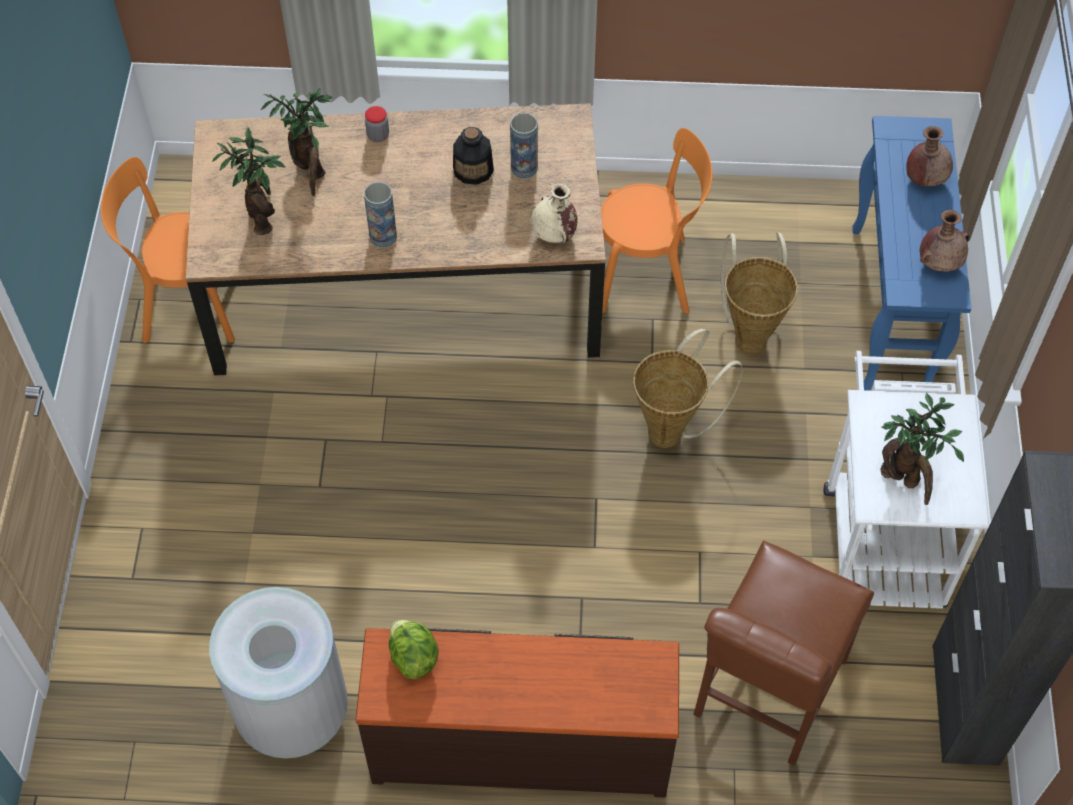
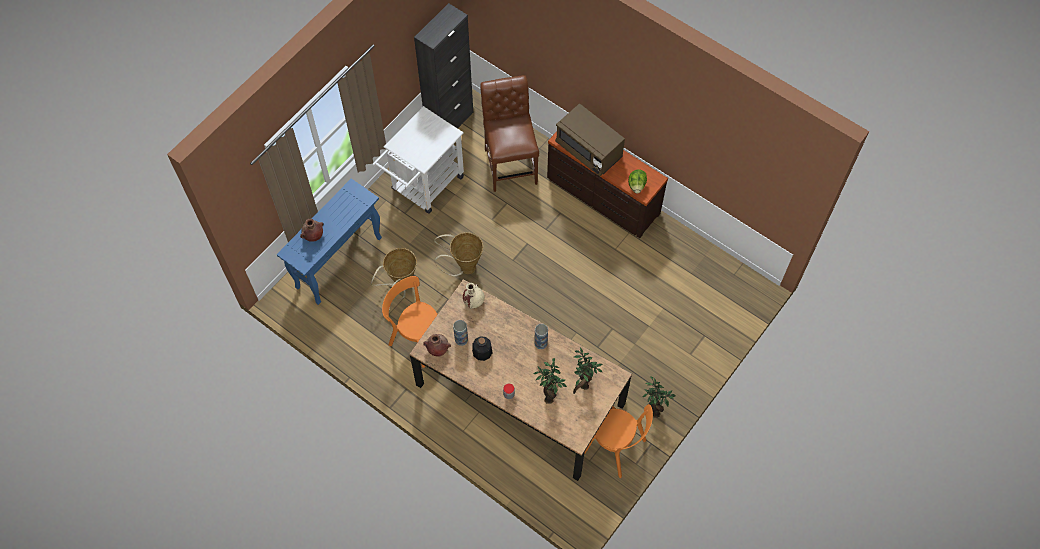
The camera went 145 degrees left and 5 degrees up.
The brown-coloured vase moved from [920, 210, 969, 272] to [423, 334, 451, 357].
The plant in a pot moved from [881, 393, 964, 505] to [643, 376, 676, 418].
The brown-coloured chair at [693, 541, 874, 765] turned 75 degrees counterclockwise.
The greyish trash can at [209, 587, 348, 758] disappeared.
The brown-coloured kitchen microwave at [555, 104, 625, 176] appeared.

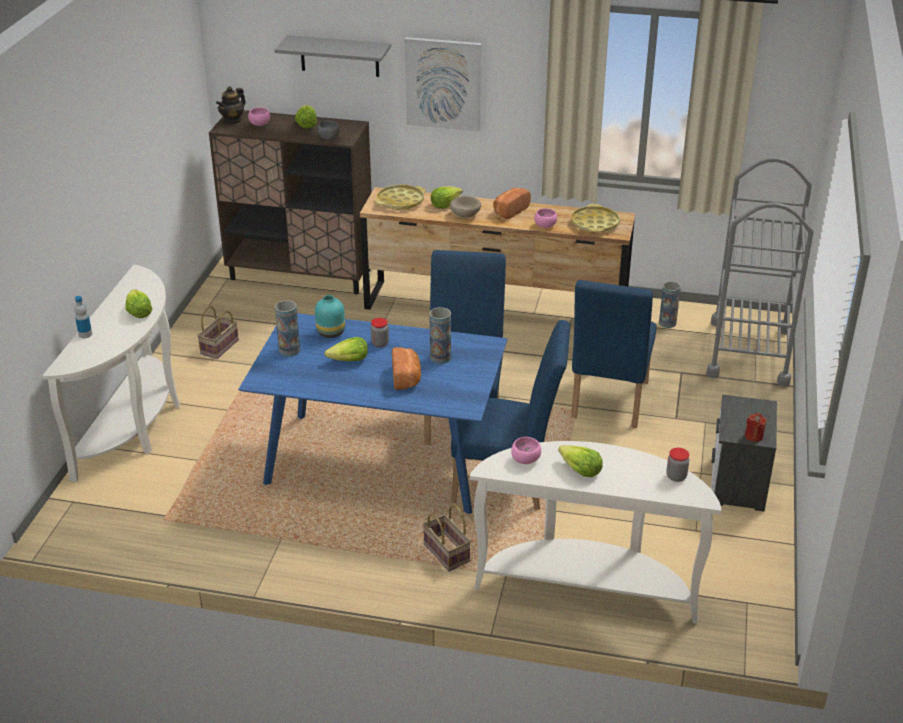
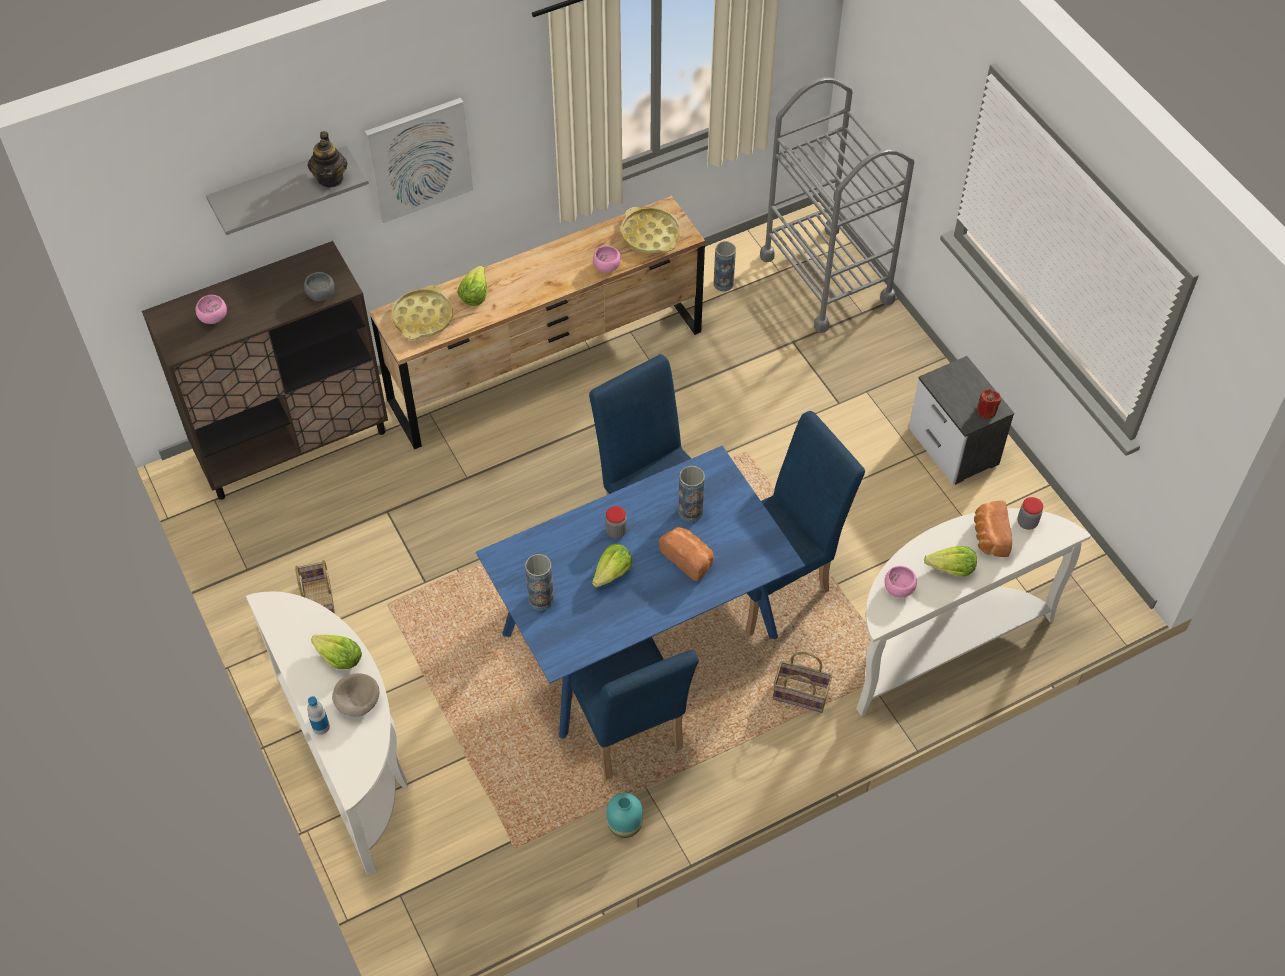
The camera went 40 degrees left and 20 degrees up.
The pot for tea moved from [216, 86, 246, 124] to [308, 131, 348, 187].
The lettuce at [295, 105, 317, 129] disappeared.
The baked bread moved from [493, 188, 531, 219] to [974, 500, 1012, 557].
The sand-coloured deep dish moved from [450, 196, 481, 218] to [332, 673, 379, 717].
The blue chair moved from [571, 280, 657, 428] to [571, 637, 699, 780].
The blue-green vase moved from [315, 295, 345, 338] to [607, 793, 643, 838].

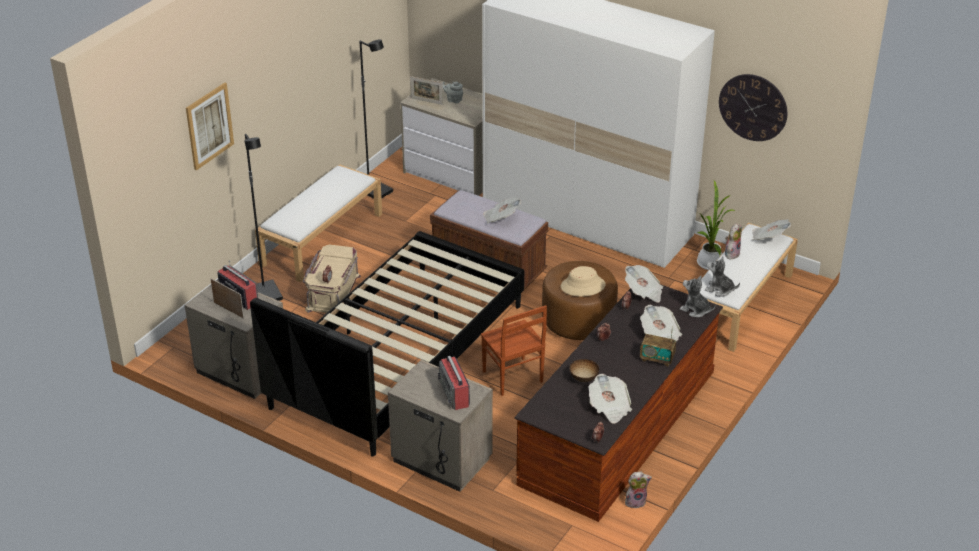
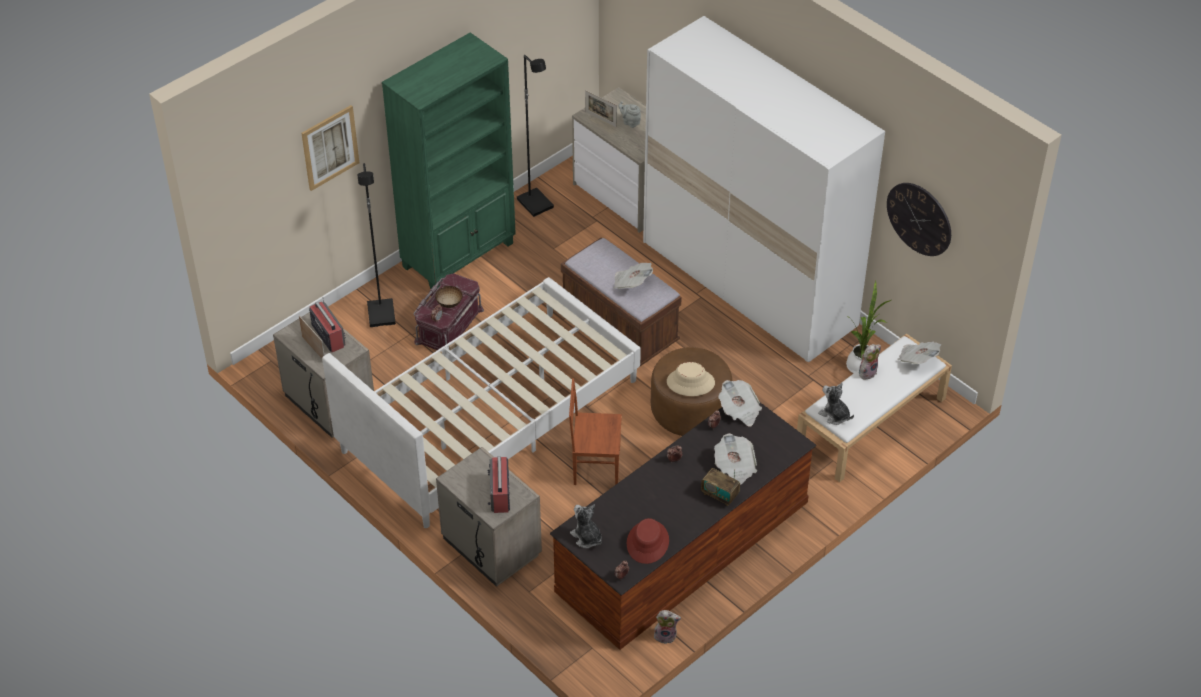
The camera went 15 degrees right and 10 degrees up.
The white-coloured bench at [255, 165, 382, 283] was replaced by the greenish bookshelf at [382, 33, 516, 289].
The black-coloured bed at [250, 231, 524, 456] became the white-coloured bed at [322, 277, 641, 528].
The sand-coloured storage box at [303, 245, 361, 313] became the red storage box at [414, 273, 484, 350].
The cuddly toy moved from [680, 276, 716, 318] to [570, 504, 602, 548].
The brown-coloured chair at [481, 305, 547, 396] turned 105 degrees clockwise.
The deep dish moved from [570, 359, 599, 382] to [435, 286, 463, 308].
The printed paper at [588, 374, 632, 424] was replaced by the red clothing hat at [627, 518, 669, 564].

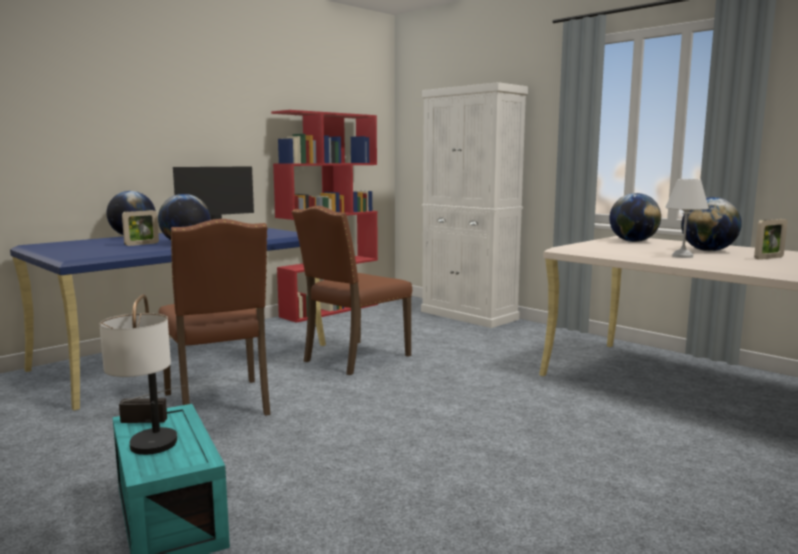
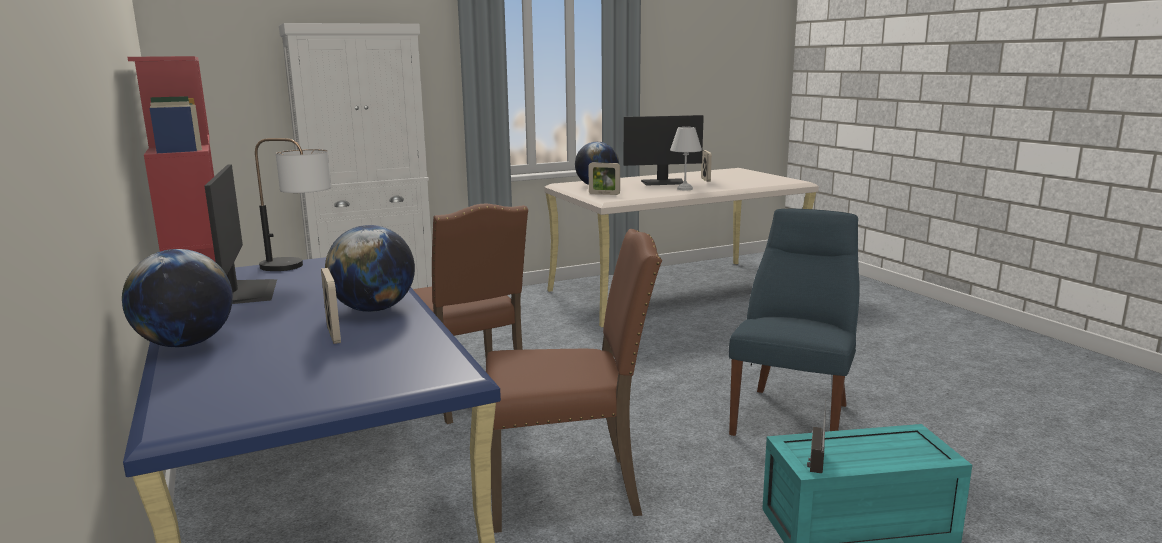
The camera went 70 degrees left and 5 degrees up.
The desk globe at [681, 197, 742, 251] was replaced by the computer screen at [624, 115, 704, 186].
The lamp for a table moved from [99, 294, 177, 455] to [255, 138, 331, 271].
The photo frame at [589, 162, 620, 195] appeared.
The blue chair at [729, 209, 860, 436] appeared.

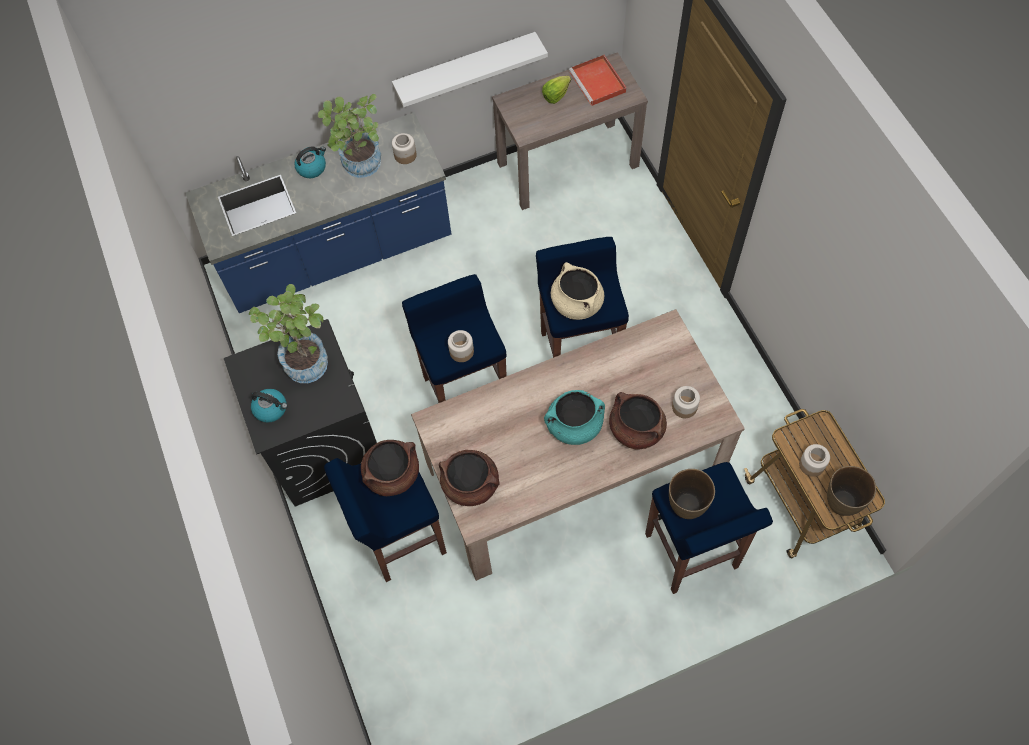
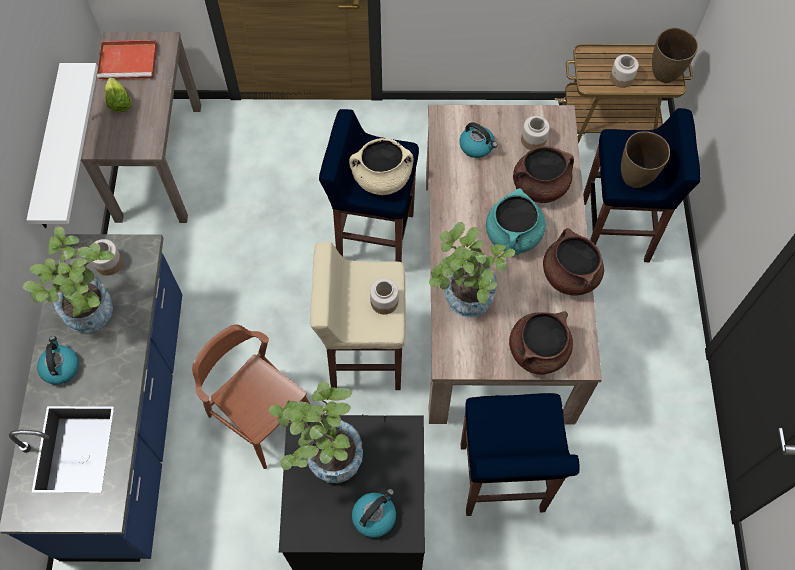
The camera went 70 degrees left and 0 degrees up.
The blue stool seat at [402, 274, 507, 403] became the sand-coloured stool seat at [310, 242, 406, 390].
The brown-coloured saucepot moved from [361, 440, 419, 496] to [543, 228, 604, 295].
The tea kettle at [460, 122, 498, 158] appeared.
The plant in a pot at [429, 222, 515, 317] appeared.
The brown-coloured chair at [192, 325, 310, 469] appeared.

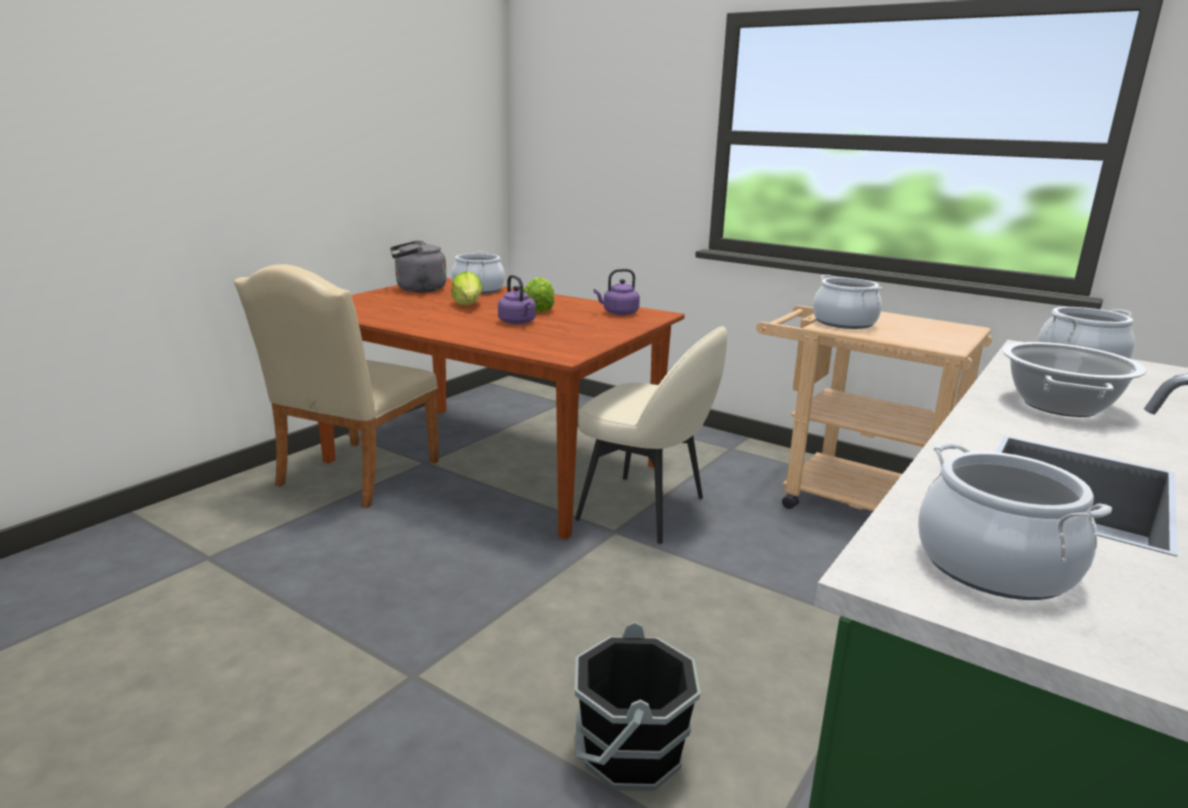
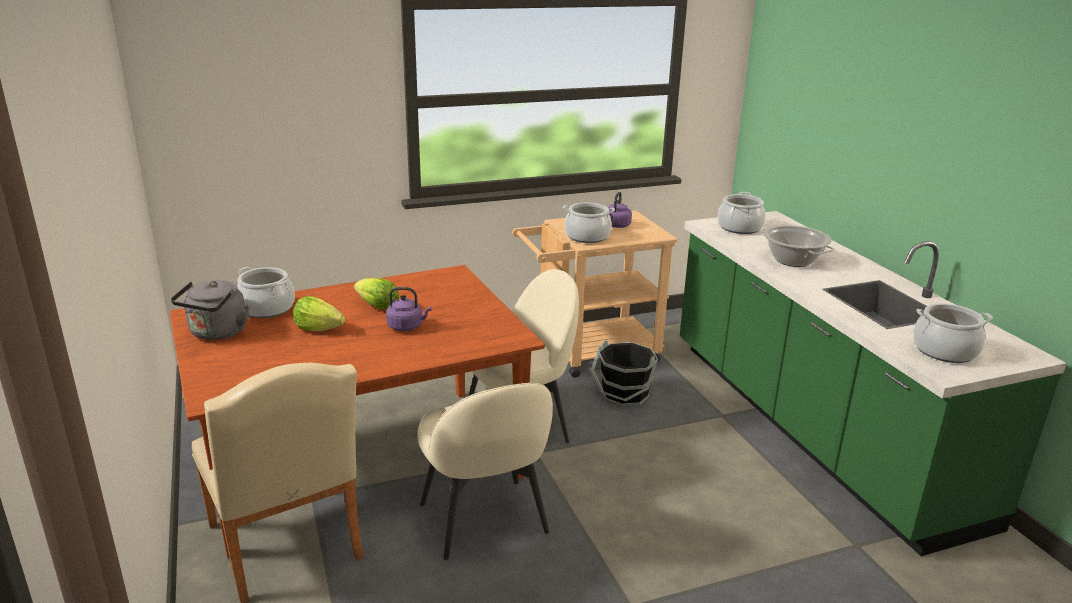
The camera went 55 degrees left and 5 degrees up.
The purple tea kettle moved from [594, 269, 640, 315] to [608, 192, 632, 228].
The black-coloured water bucket moved from [575, 621, 701, 791] to [591, 340, 658, 407].
The sand-coloured chair at [418, 383, 553, 560] appeared.

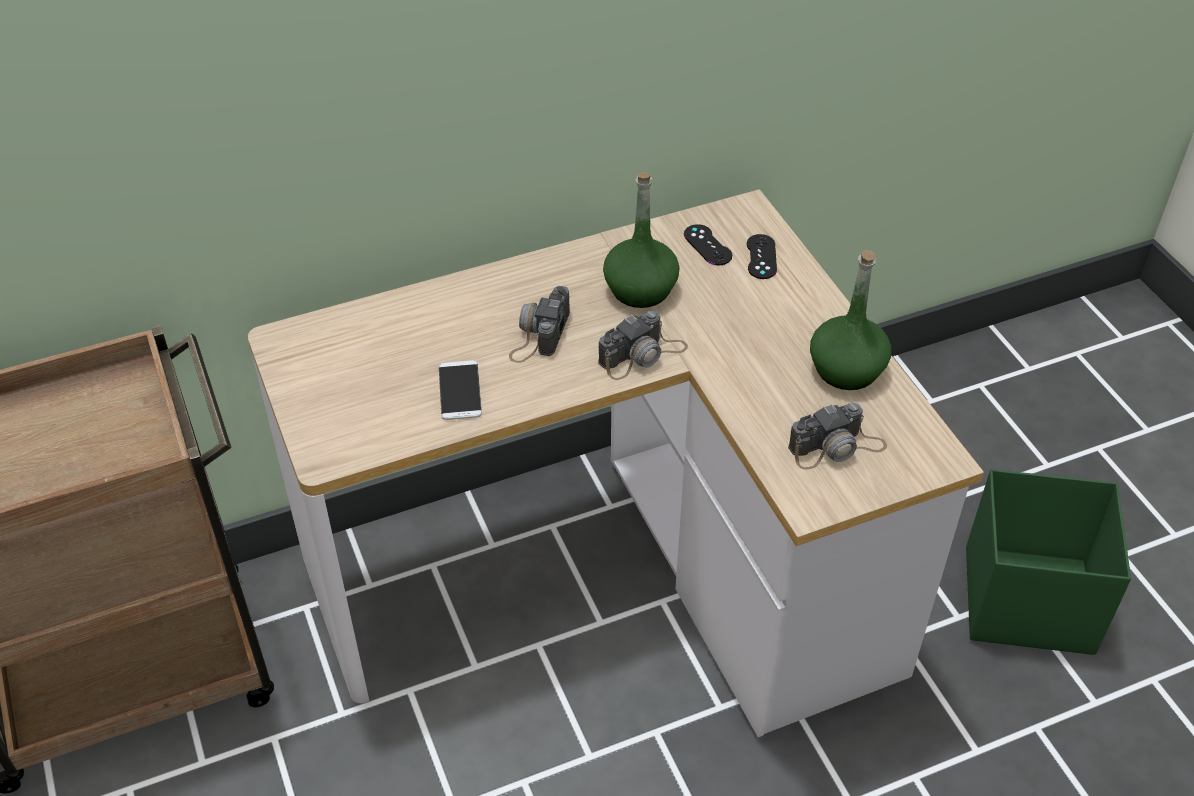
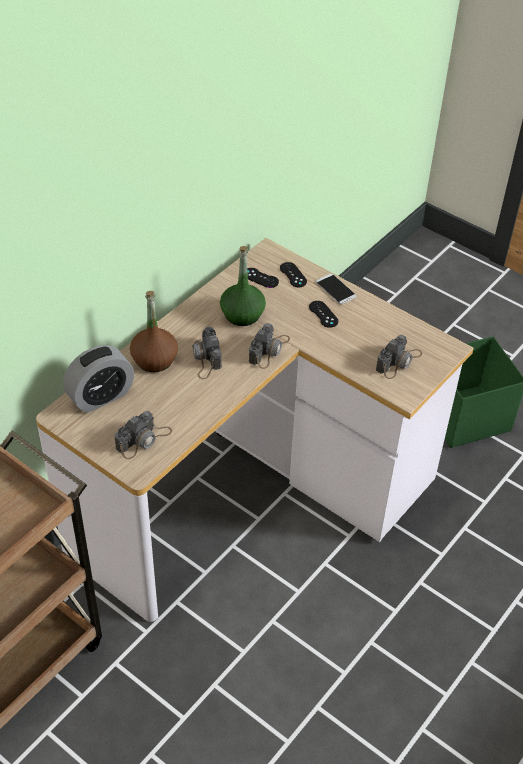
The camera went 30 degrees left and 0 degrees up.
The greenish beverage bottle at [810, 250, 891, 390] disappeared.
The handset moved from [439, 360, 482, 420] to [316, 274, 357, 305].
The brown-coloured beverage bottle at [130, 291, 178, 372] appeared.
The black-coloured game controller at [309, 301, 338, 328] appeared.
The bedside clock at [63, 345, 134, 412] appeared.
The still camera at [115, 411, 172, 459] appeared.

